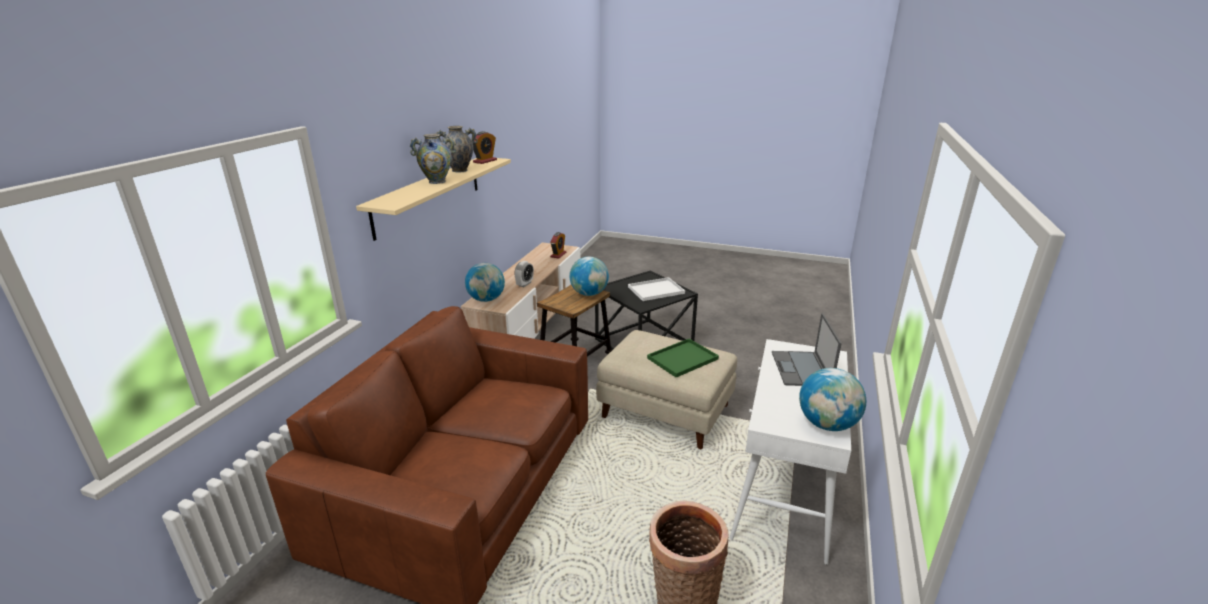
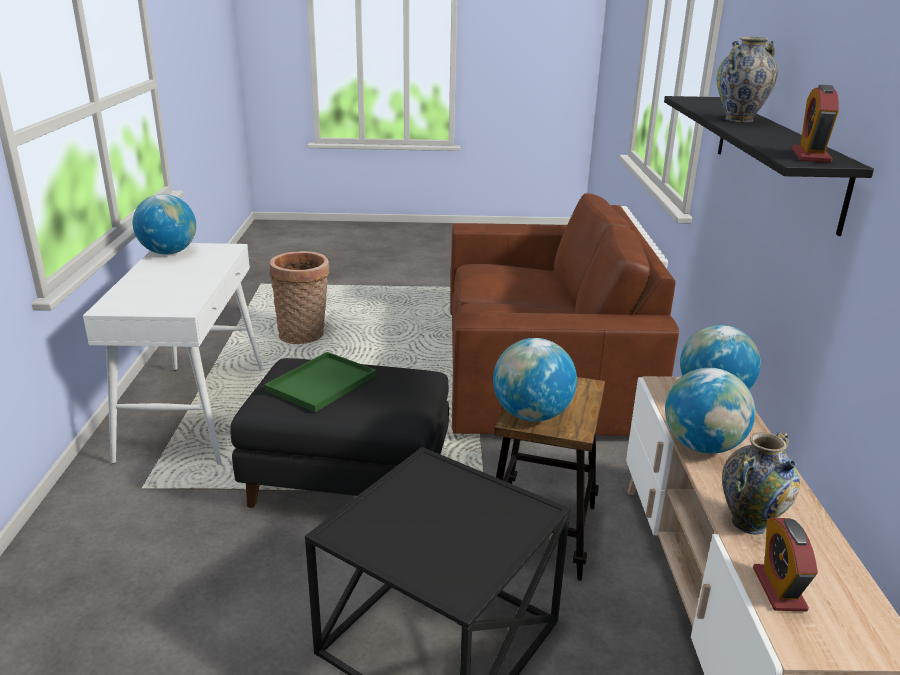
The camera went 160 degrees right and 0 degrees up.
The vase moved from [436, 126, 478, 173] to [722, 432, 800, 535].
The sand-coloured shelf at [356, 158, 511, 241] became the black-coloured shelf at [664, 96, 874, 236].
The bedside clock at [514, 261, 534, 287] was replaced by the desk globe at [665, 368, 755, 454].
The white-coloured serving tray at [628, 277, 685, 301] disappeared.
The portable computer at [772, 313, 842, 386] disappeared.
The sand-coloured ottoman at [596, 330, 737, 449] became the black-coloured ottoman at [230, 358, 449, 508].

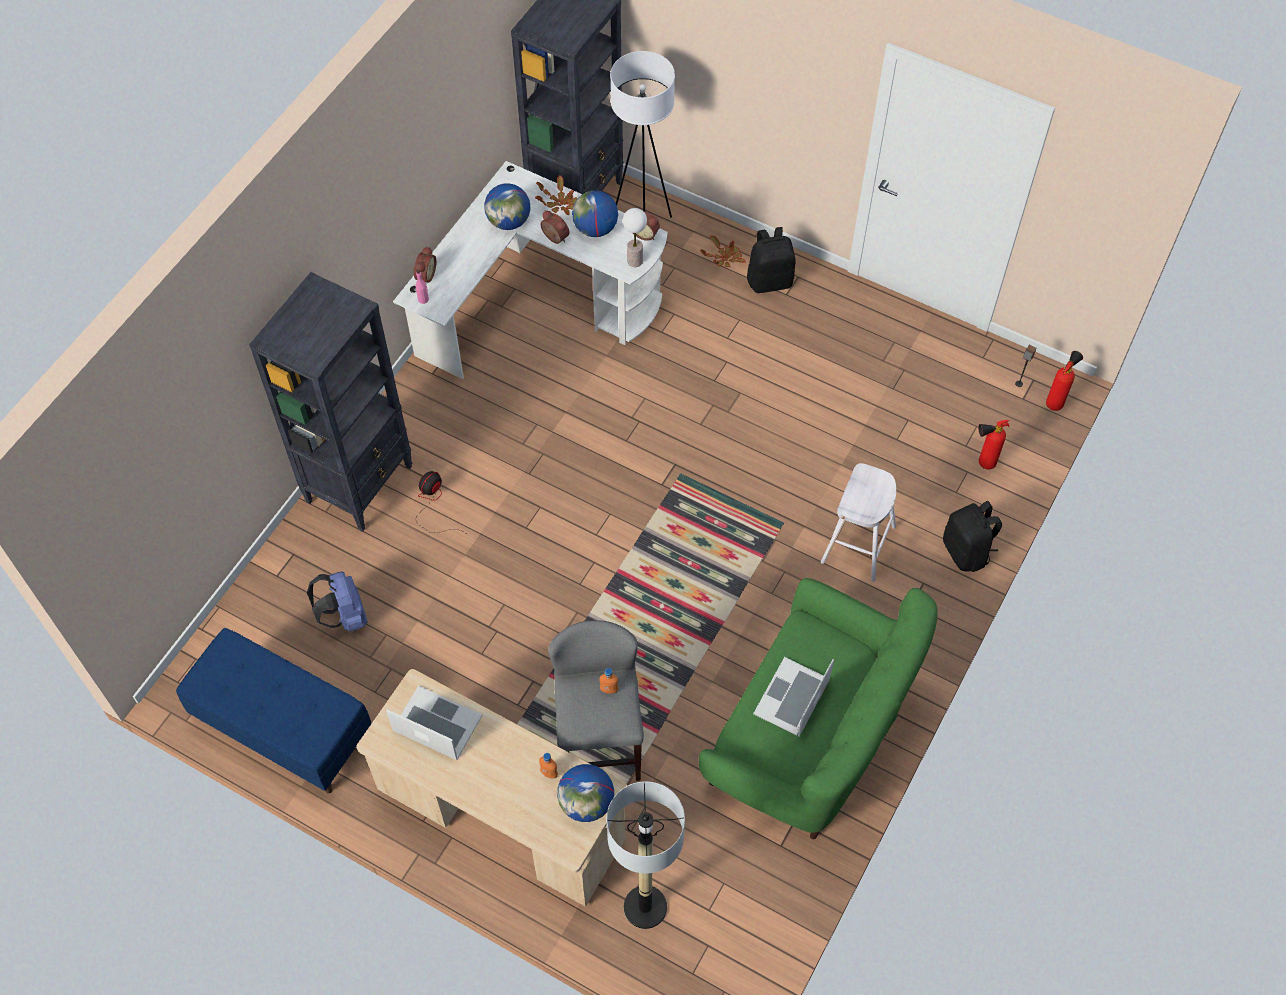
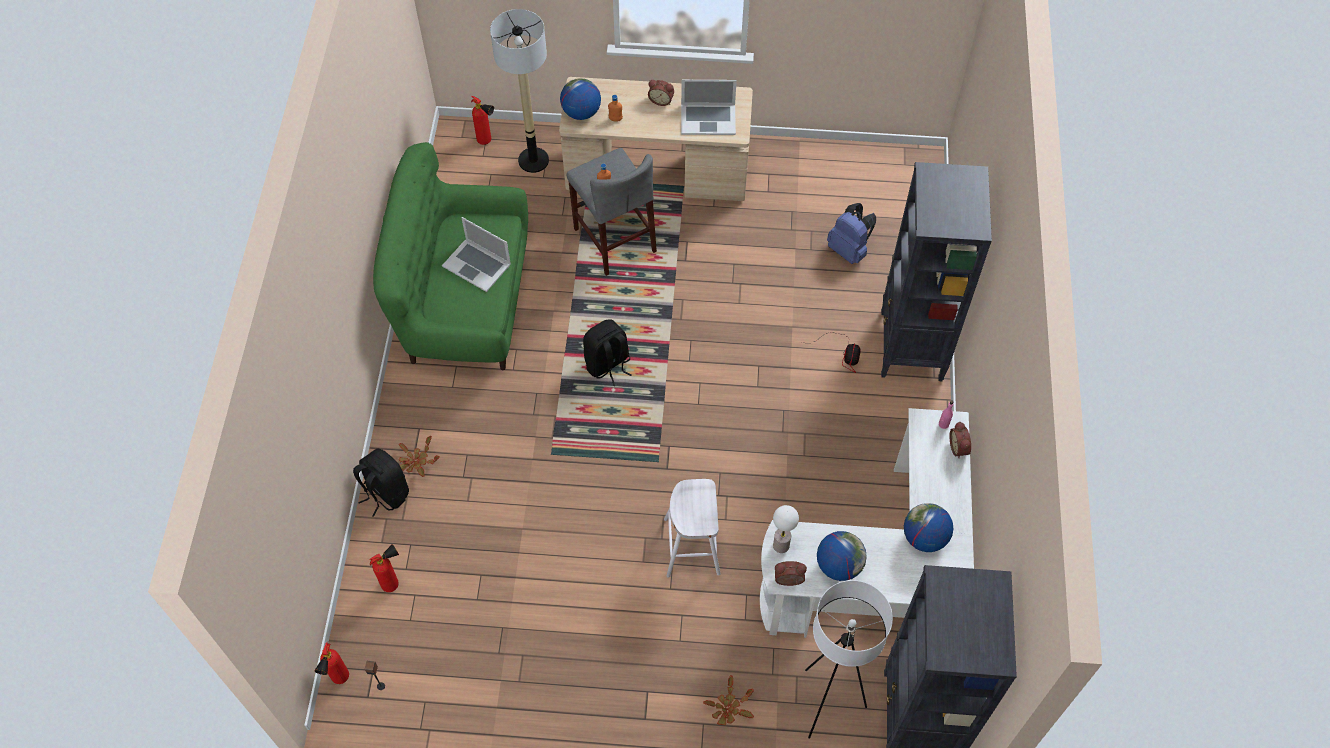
The camera went 155 degrees right and 0 degrees up.
The plant in a pot moved from [535, 175, 577, 215] to [399, 436, 440, 477].
The bedside clock moved from [541, 210, 569, 244] to [648, 80, 674, 106].
The black-coloured backpack moved from [747, 227, 796, 293] to [583, 319, 631, 386].
The white-coloured stool seat moved from [821, 463, 896, 582] to [664, 479, 721, 578].
The blue bench at [176, 628, 372, 794] disappeared.
The portable computer at [753, 657, 834, 737] turned 120 degrees clockwise.
The extinguisher at [471, 96, 494, 145] appeared.

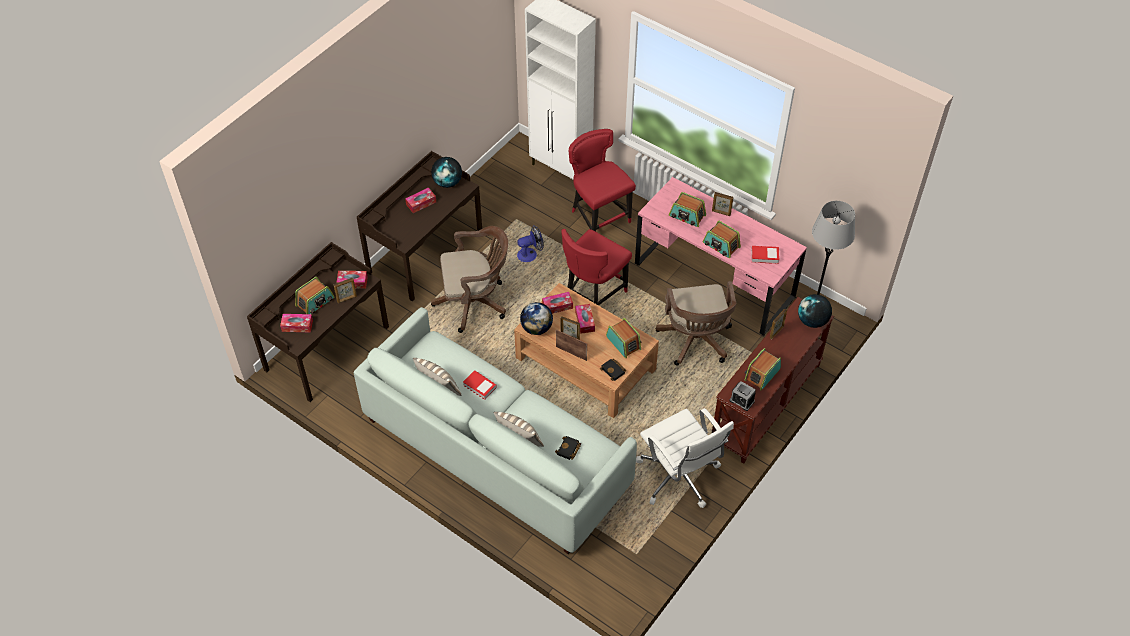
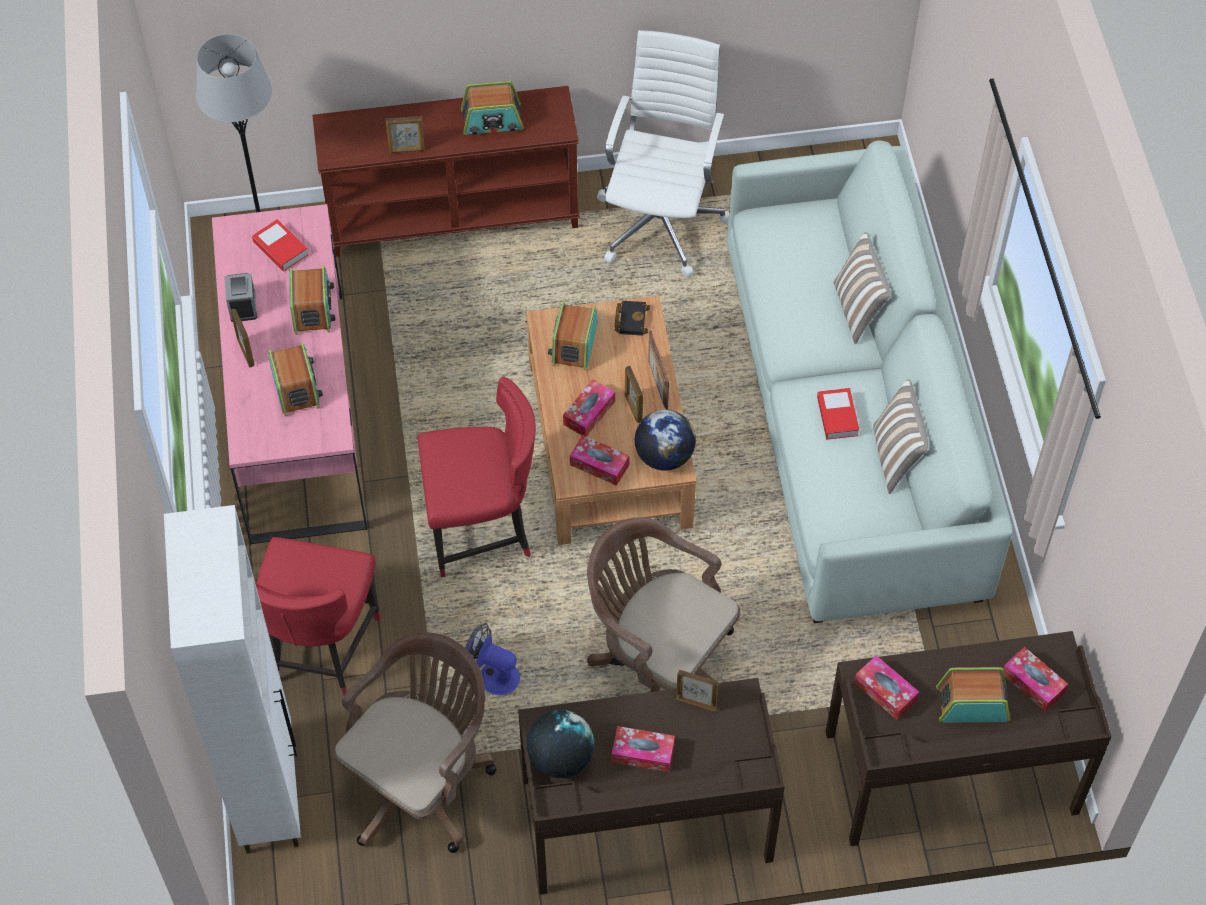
The camera went 135 degrees left and 5 degrees up.
The photo frame moved from [333, 278, 357, 303] to [676, 670, 718, 711].
The brown-coloured computer chair moved from [656, 281, 737, 366] to [333, 632, 496, 853].
The desk globe at [798, 294, 832, 328] disappeared.
The bedside clock moved from [729, 381, 756, 411] to [224, 273, 257, 322].
The black-coloured bound book at [555, 436, 581, 460] disappeared.

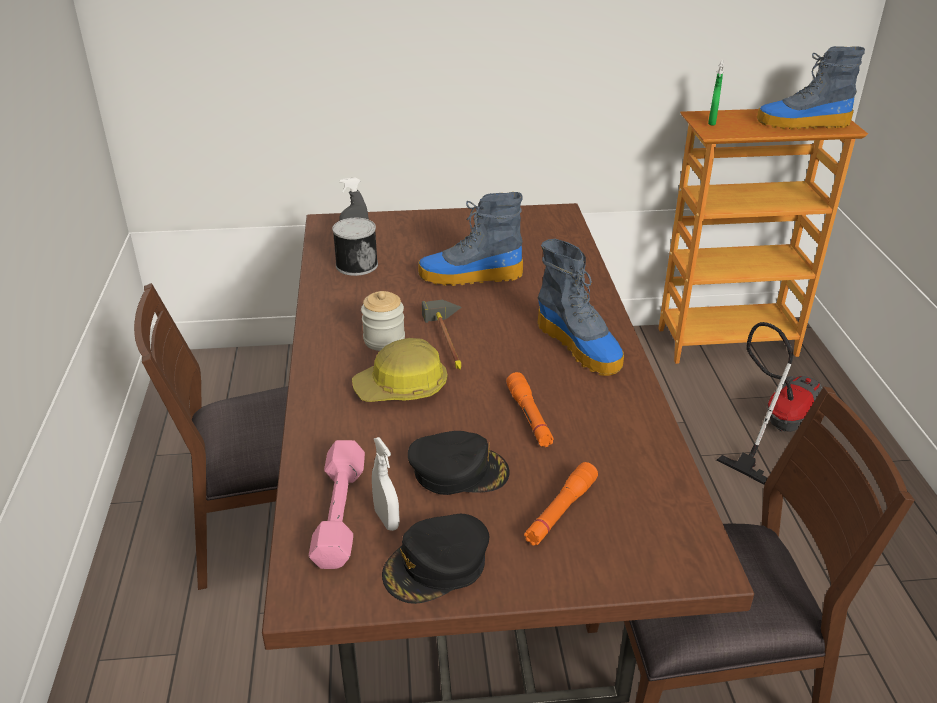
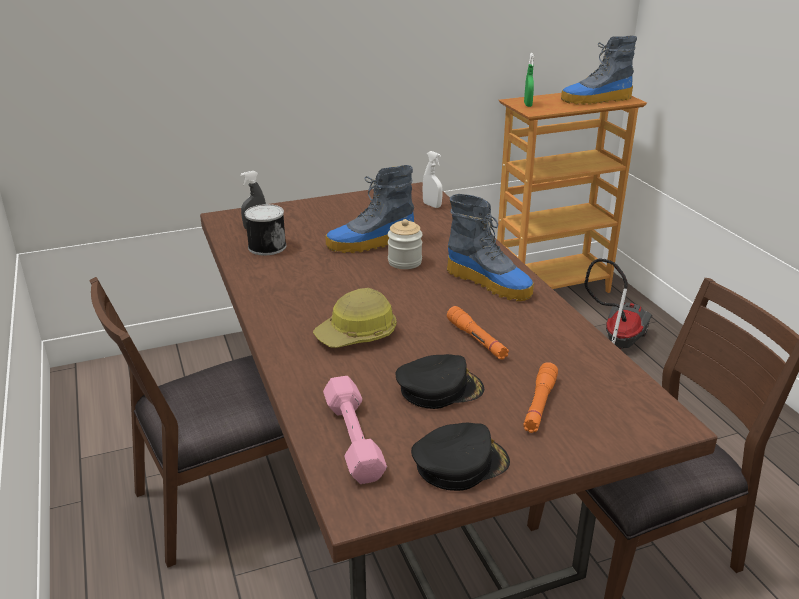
The camera went 15 degrees left and 5 degrees down.
The jar moved from [361, 291, 405, 351] to [388, 219, 423, 269].
The hand hammer at [422, 300, 462, 370] disappeared.
The white-coloured spray bottle moved from [372, 437, 400, 531] to [423, 151, 443, 208].
The black-coloured peaked cap at [382, 514, 489, 604] turned 150 degrees counterclockwise.

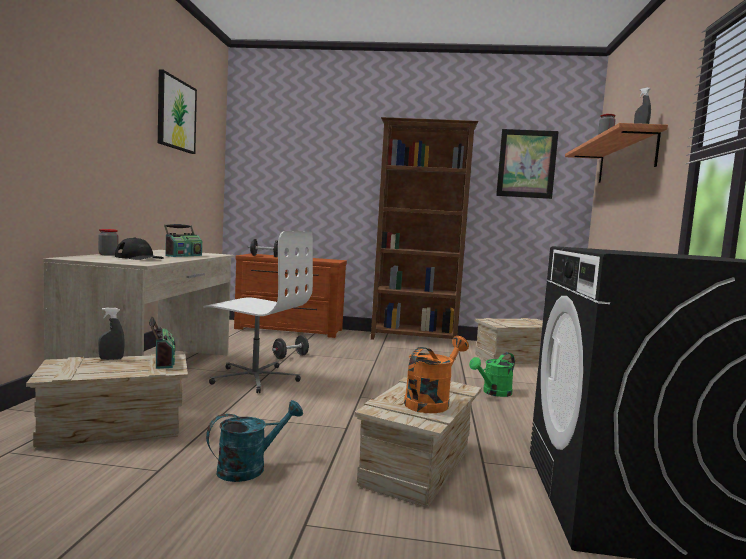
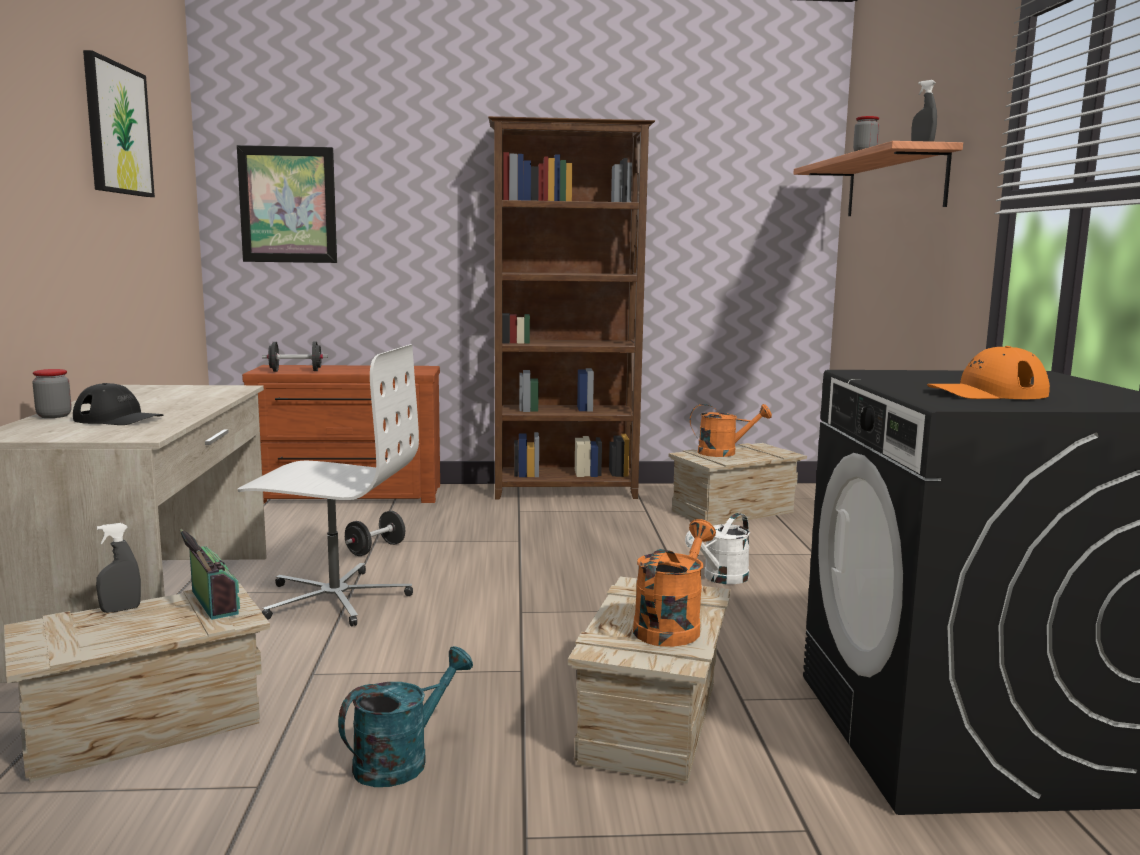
The camera went 10 degrees left and 5 degrees up.
The picture moved from [496, 129, 559, 199] to [237, 145, 337, 263].
The radio at [164, 224, 202, 257] disappeared.
The greenish sprinkling can at [469, 352, 515, 397] became the white-coloured sprinkling can at [685, 513, 750, 584].
The orangey peaked cap at [927, 346, 1050, 399] appeared.
The orangey sprinkling can at [690, 404, 772, 457] appeared.

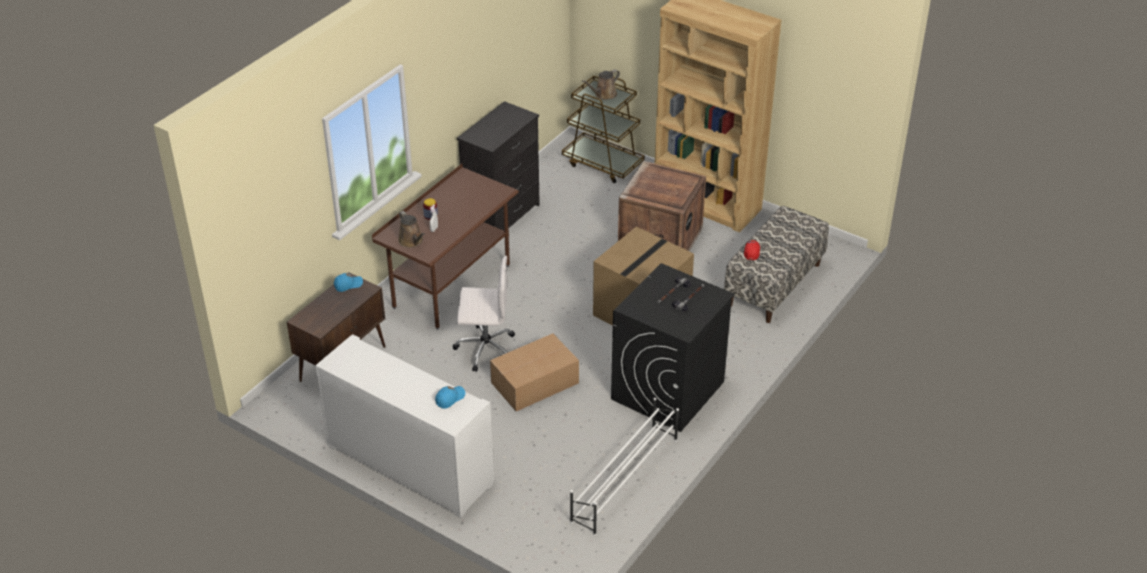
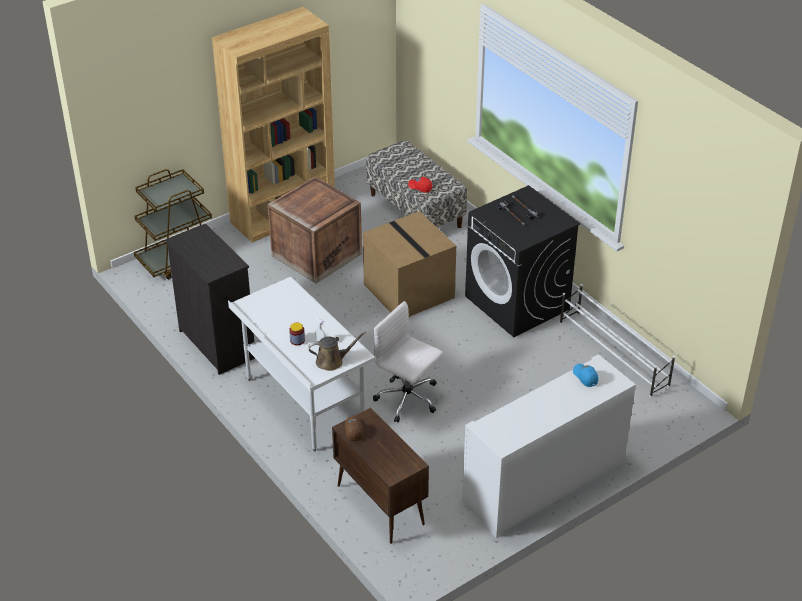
The camera went 70 degrees left and 0 degrees up.
The brown-coloured sprinkling can at [582, 69, 620, 100] disappeared.
The brown-coloured desk table at [372, 164, 519, 330] became the white-coloured desk table at [228, 277, 376, 451].
The white-coloured computer chair at [453, 256, 515, 372] turned 75 degrees counterclockwise.
The blue peaked cap at [334, 273, 363, 292] became the brown-coloured peaked cap at [345, 416, 363, 441].
The carton at [490, 333, 579, 411] disappeared.

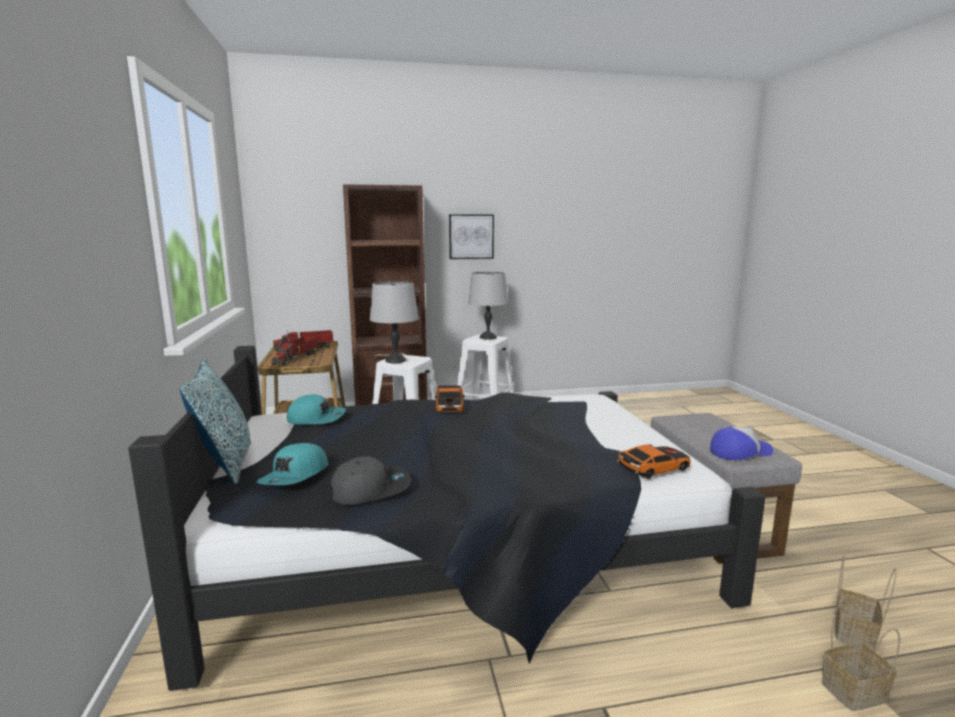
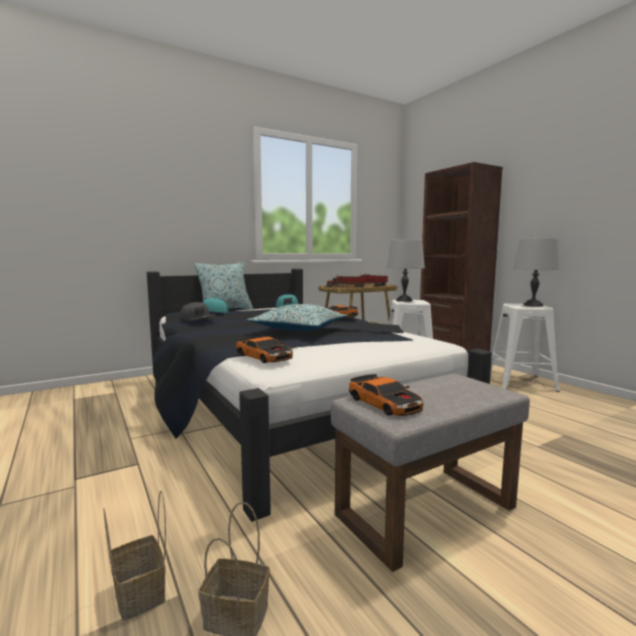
The camera went 70 degrees right and 5 degrees down.
The picture at [449, 214, 494, 259] disappeared.
The peaked cap at [710, 426, 773, 460] was replaced by the miniature car at [349, 374, 423, 416].
The throw pillow at [247, 304, 347, 331] appeared.

